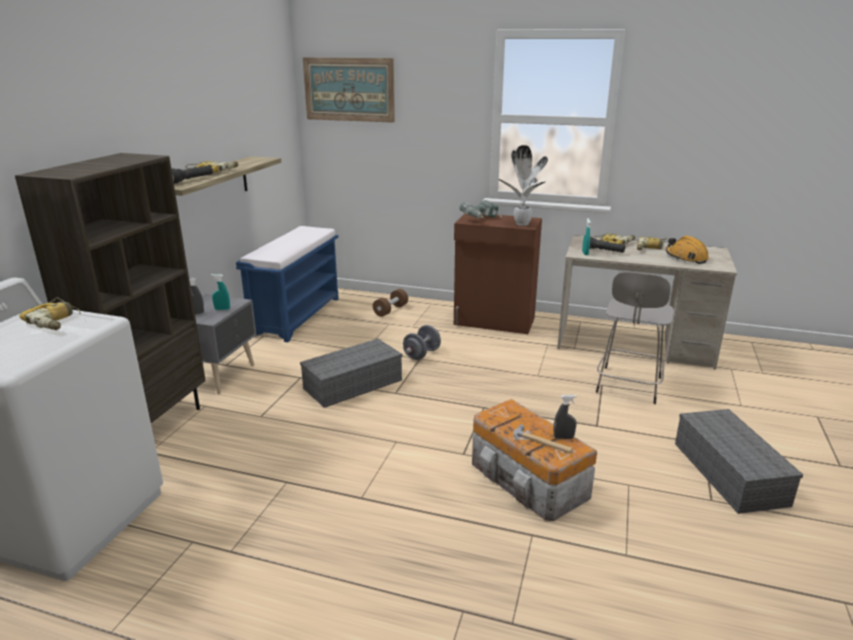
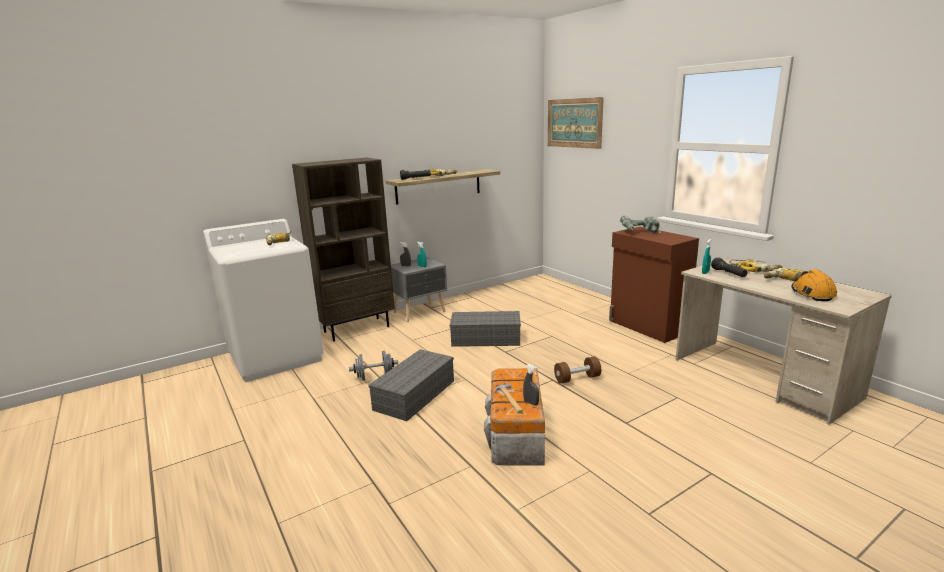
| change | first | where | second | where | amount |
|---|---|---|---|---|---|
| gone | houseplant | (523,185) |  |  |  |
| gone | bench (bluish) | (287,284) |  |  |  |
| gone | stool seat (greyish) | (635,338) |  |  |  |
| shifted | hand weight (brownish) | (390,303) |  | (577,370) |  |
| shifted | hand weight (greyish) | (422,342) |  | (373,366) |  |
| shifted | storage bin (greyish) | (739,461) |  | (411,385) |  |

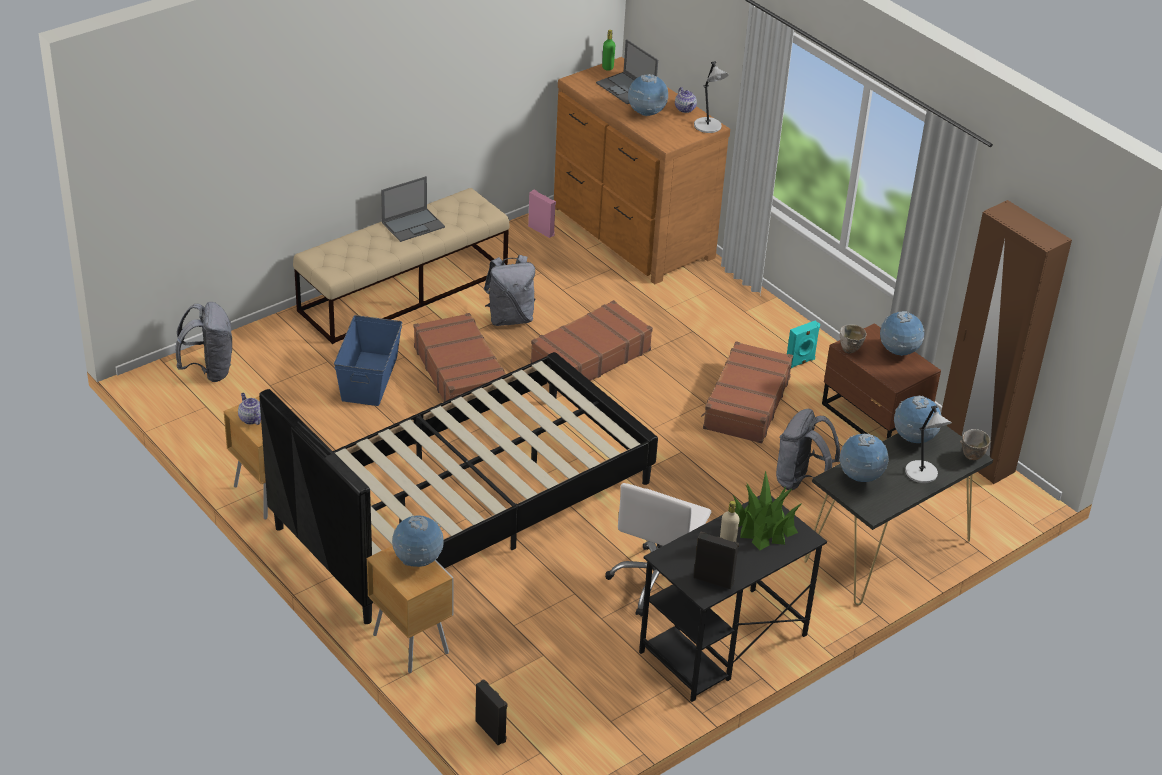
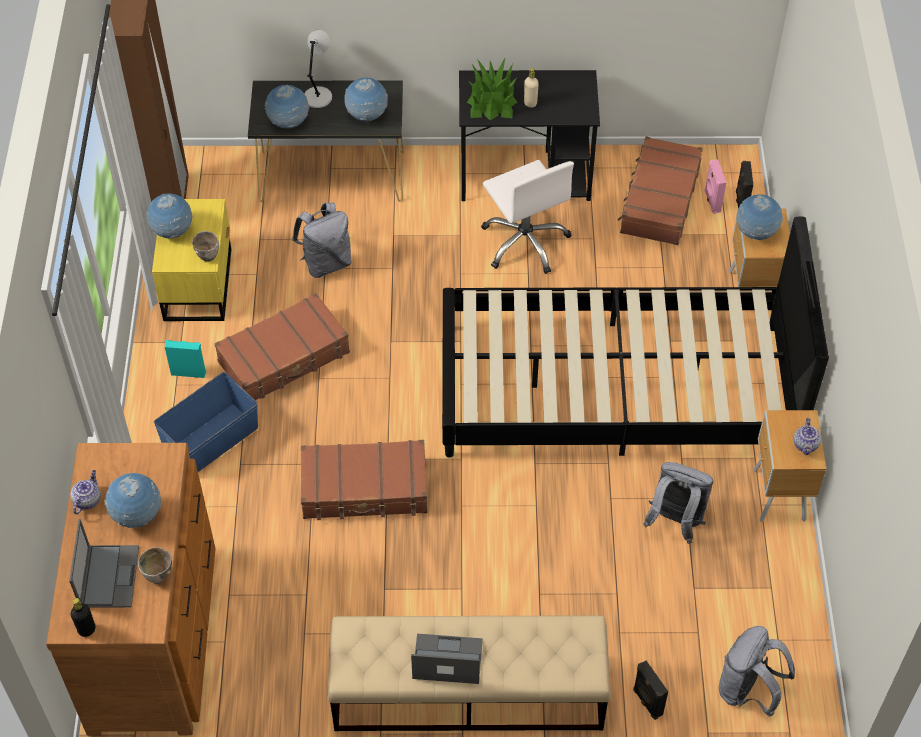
| change | first | where | second | where | amount |
|---|---|---|---|---|---|
| repainted | drink bottle (greenish) | (608,50) | drink bottle (blackish) | (83,617) |  |
| gone | tabletop lamp (greyish) | (711,97) |  |  |  |
| shifted | speaker (pinkish) | (542,214) |  | (715,187) |  |
| shifted | knapsack (greyish) | (509,290) |  | (678,503) |  |
| shifted | suitcase (brownish) | (460,357) |  | (660,190) |  |
| shifted | storage bin (bluish) | (368,360) |  | (206,422) |  |
| repainted | bedside table (brownish) | (881,381) | bedside table (yellow) | (191,260) |  |
| shifted | serving bowl | (975,444) |  | (155,565) |  |
| rotated | computer chair (white-coloured) | (658,550) |  | (527,217) | 90 degrees clockwise |
| shifted | speaker (blackish) | (716,560) |  | (650,690) |  |

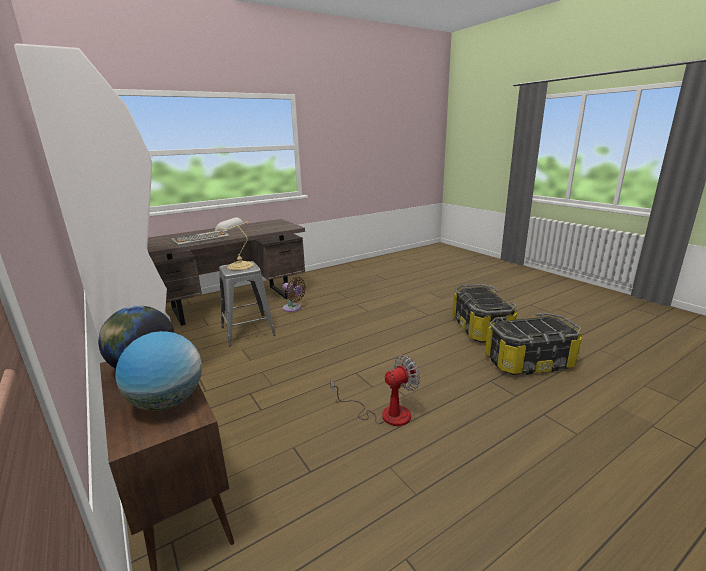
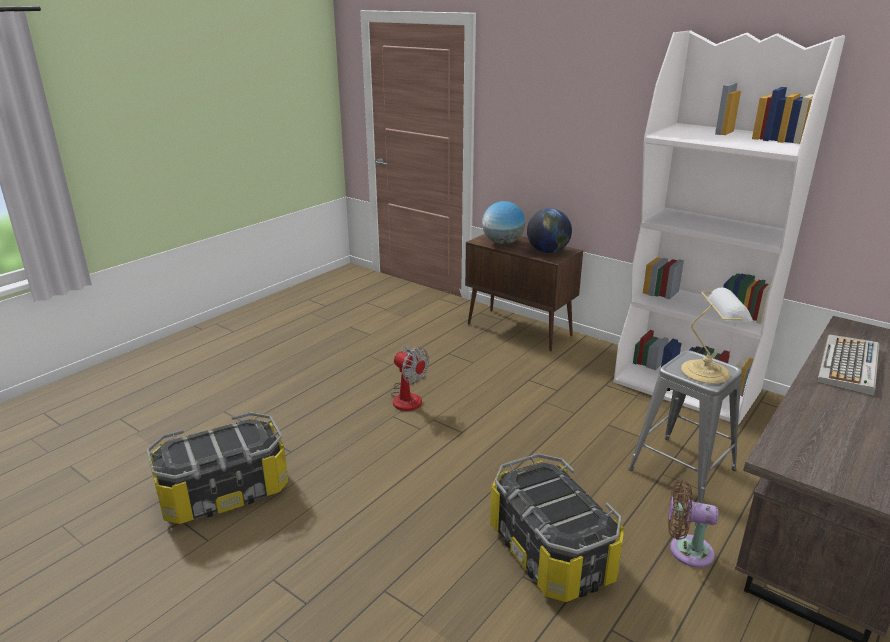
| change | first | where | second | where | amount |
|---|---|---|---|---|---|
| shifted | storage bin | (485,313) |  | (557,528) |  |
| rotated | electric fan | (375,390) |  | (410,377) | 90 degrees counterclockwise |

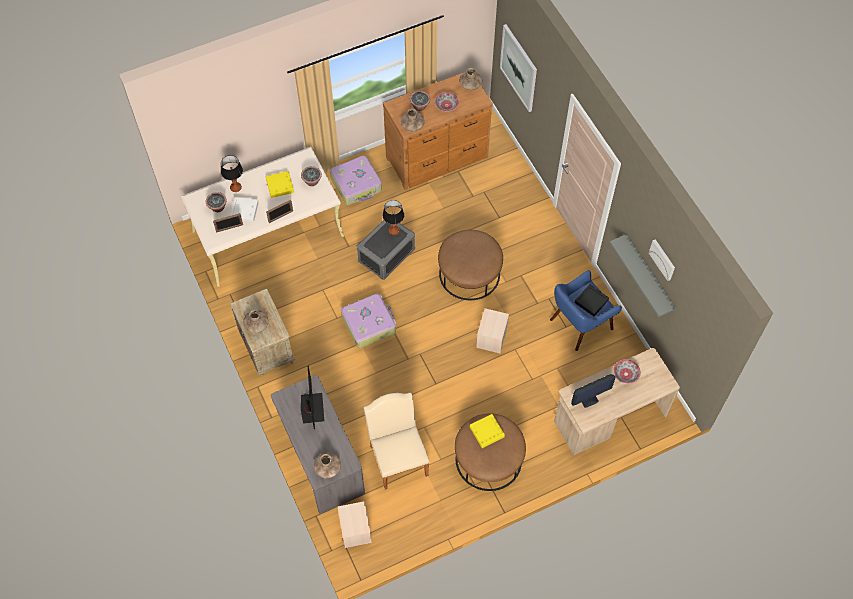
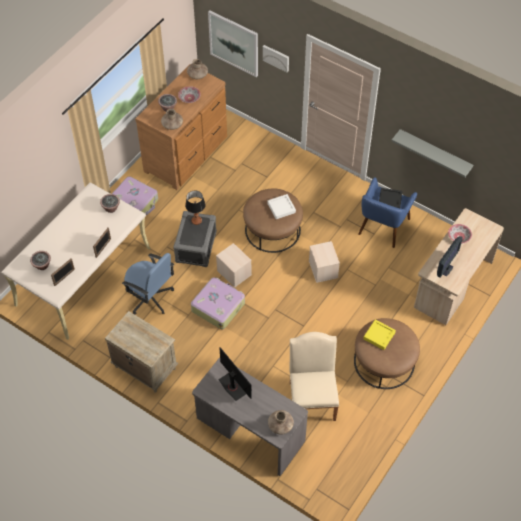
| change | first | where | second | where | amount |
|---|---|---|---|---|---|
| gone | tabletop lamp | (232,173) |  |  |  |
| gone | serving tray (yellow) | (280,184) |  |  |  |
| shifted | serving tray (white-coloured) | (244,209) |  | (281,206) |  |
| shifted | wall art | (662,260) |  | (276,58) |  |
| gone | vase (brownish) | (256,321) |  |  |  |
| rotated | plain chair (beige-coloured) | (397,441) |  | (314,376) | 45 degrees clockwise |
| shifted | storage bin (beige-coloured) | (355,524) |  | (234,265) |  |
| new |  |  | computer chair (bluish) | (148,284) |  |

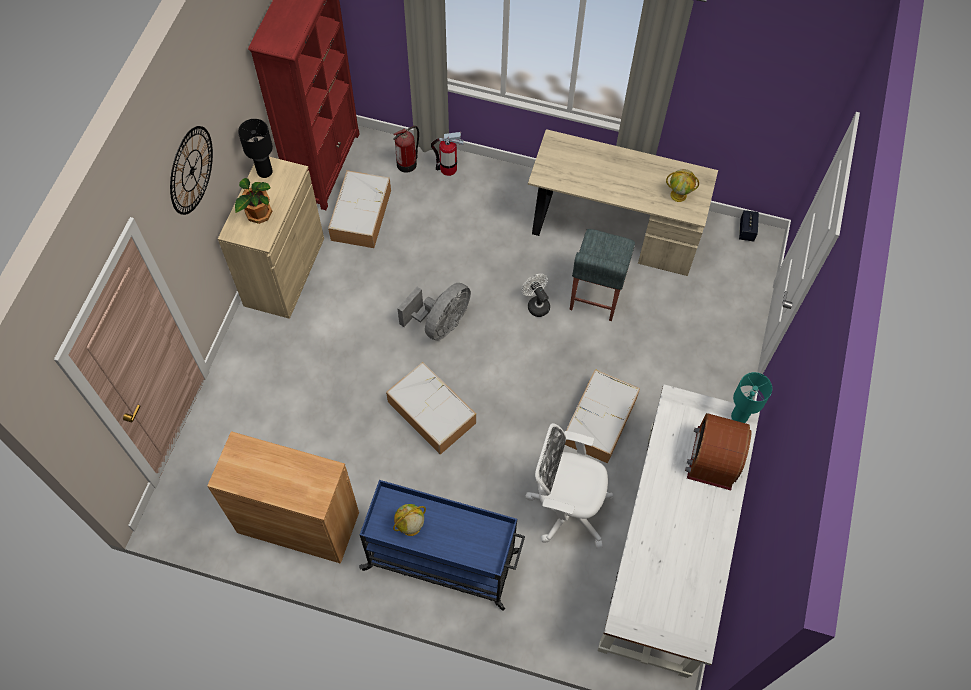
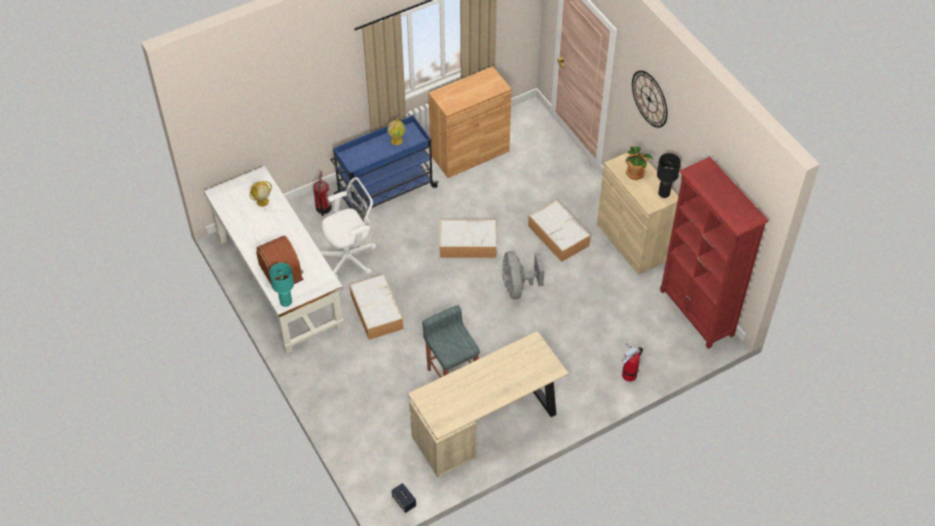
| change | first | where | second | where | amount |
|---|---|---|---|---|---|
| shifted | fire extinguisher | (406,149) |  | (322,193) |  |
| shifted | world globe | (682,185) |  | (260,194) |  |
| shifted | storage bin | (359,209) |  | (559,231) |  |
| gone | electric fan (white-coloured) | (535,295) |  |  |  |

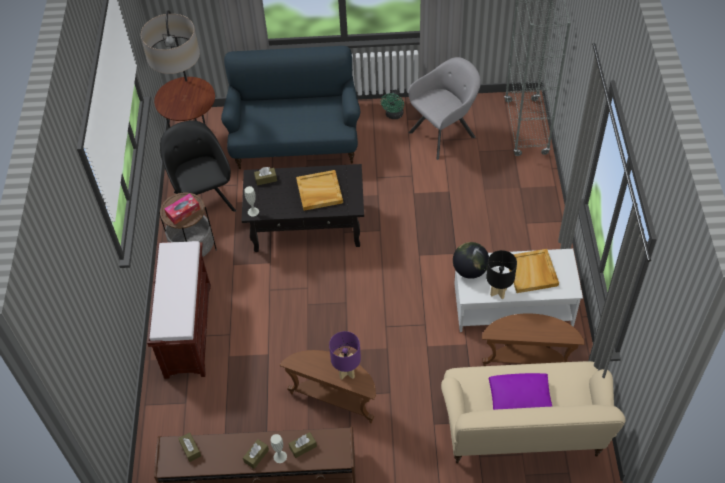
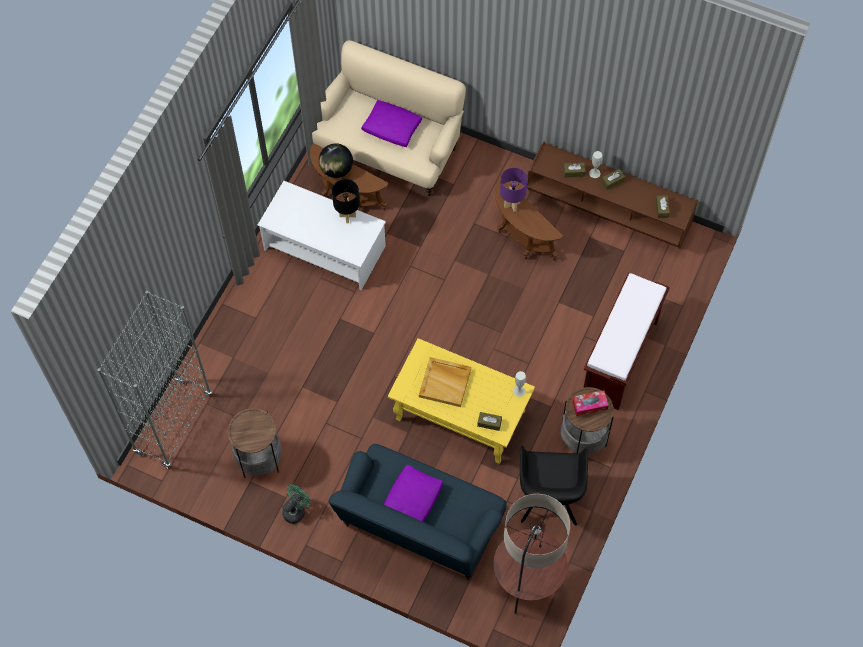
| change | first | where | second | where | amount |
|---|---|---|---|---|---|
| swapped | easy chair (greyish) | (444,108) | accent table | (255,443) |  |
| repainted | low table (blackish) | (303,208) | low table (yellow) | (461,401) |  |
| shifted | world globe | (471,260) |  | (336,160) |  |
| gone | serving tray (beige-coloured) | (534,271) |  |  |  |
| new |  |  | throw pillow (purple-coloured) | (413,493) |  |

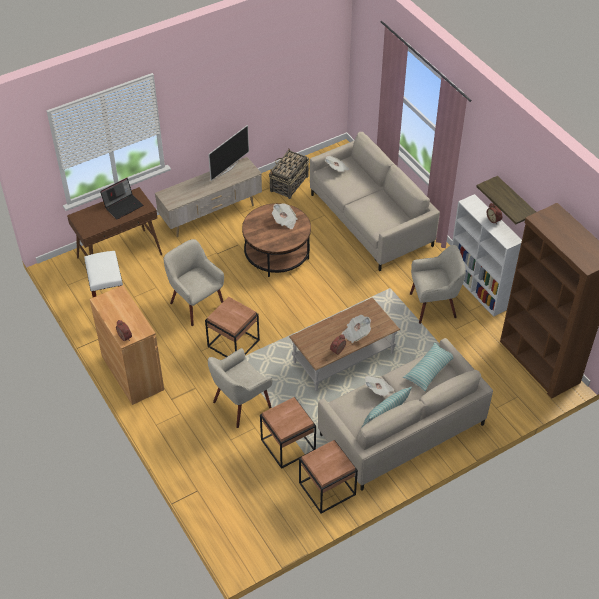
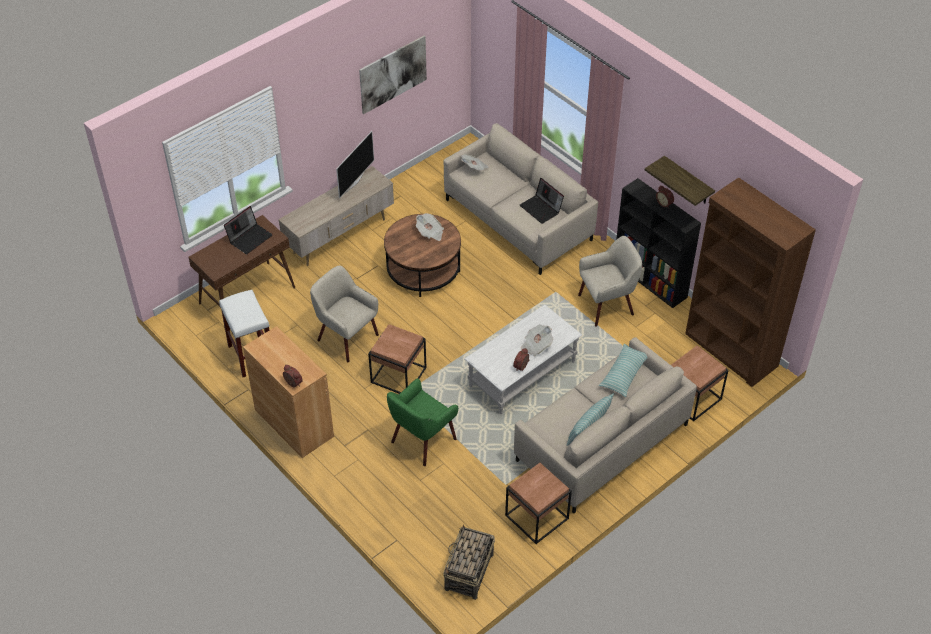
| change | first | where | second | where | amount |
|---|---|---|---|---|---|
| shifted | storage basket | (289,174) |  | (469,562) |  |
| repainted | bookshelf (white-coloured) | (487,255) | bookshelf (blackish) | (658,243) |  |
| repainted | low table (brownish) | (344,344) | low table (white-coloured) | (523,359) |  |
| repainted | easy chair (beige-coloured) | (240,388) | easy chair (greenish) | (422,422) |  |
| gone | daily paper | (379,386) |  |  |  |
| shifted | accent table (brownish) | (288,433) |  | (700,383) |  |
| new |  |  | wall art | (393,74) |  |
| new |  |  | laptop | (542,201) |  |

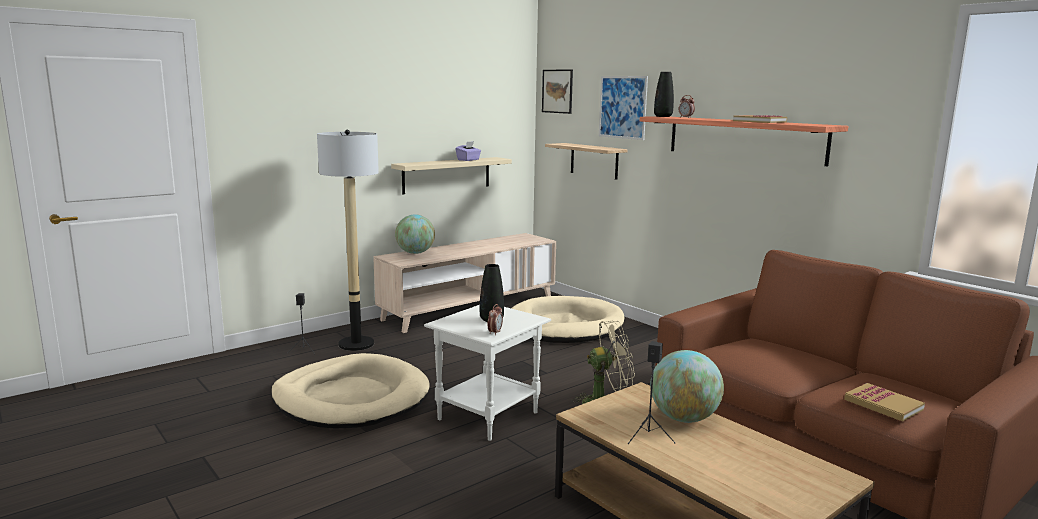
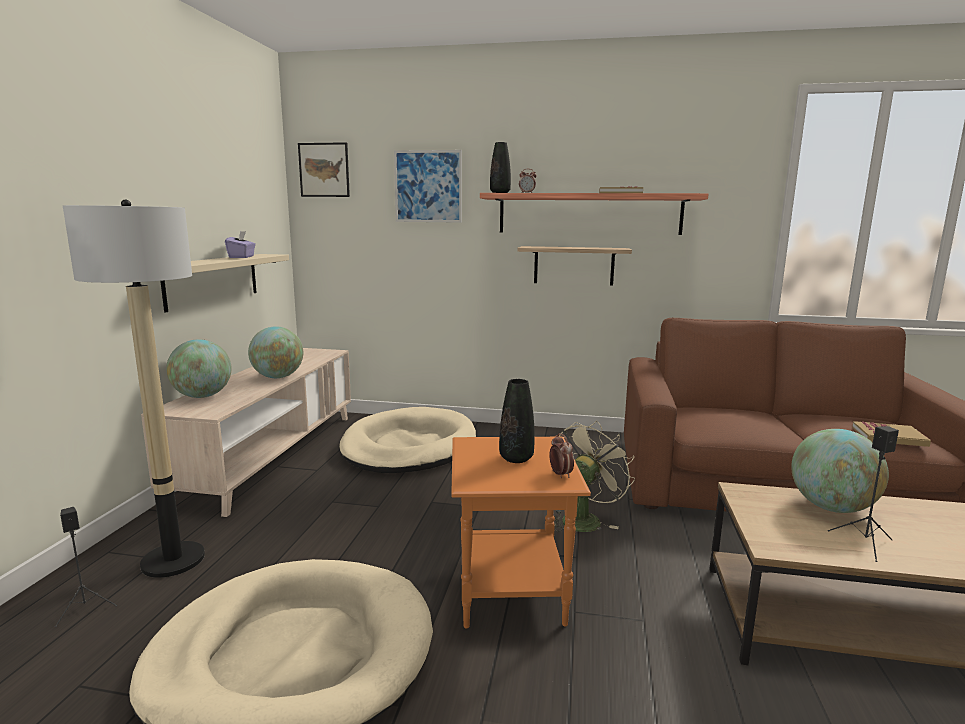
| change | first | where | second | where | amount |
|---|---|---|---|---|---|
| shifted | shelf | (586,161) |  | (574,265) |  |
| repainted | accent table (white-coloured) | (487,373) | accent table (orange-coloured) | (521,533) |  |
| new |  |  | world globe | (275,352) |  |

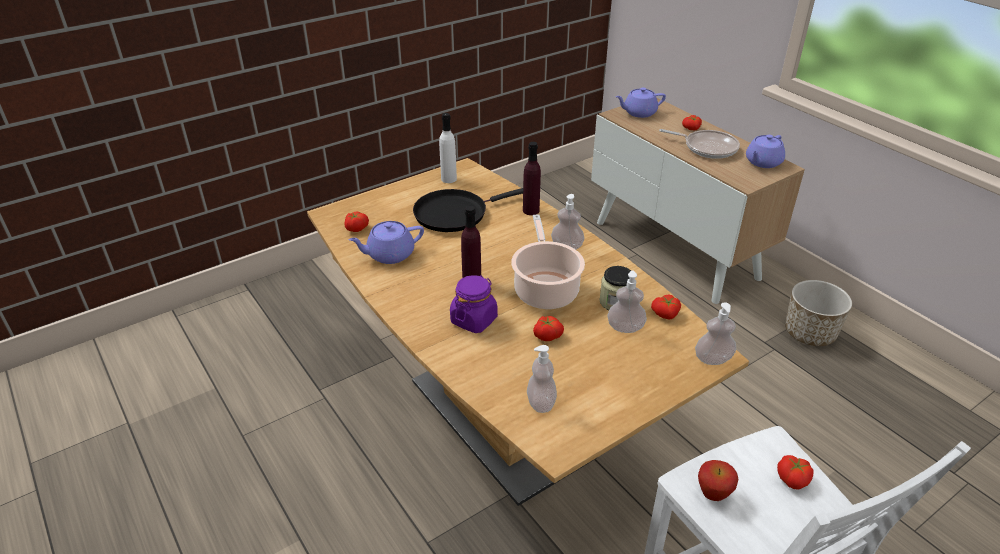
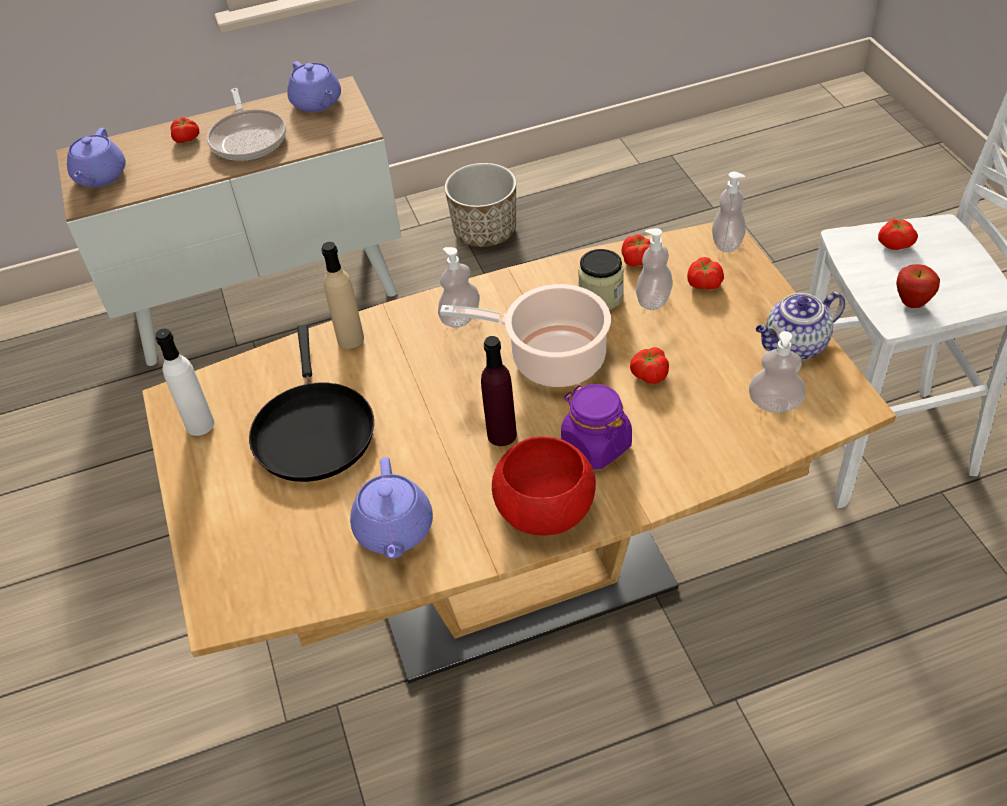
| change | first | where | second | where | amount |
|---|---|---|---|---|---|
| rotated | skillet | (699,144) |  | (246,124) | 120 degrees clockwise |
| repainted | drink bottle (purple-coloured) | (532,178) | drink bottle (beige-coloured) | (342,295) |  |
| shifted | whole tomato | (356,222) |  | (705,273) |  |
| new |  |  | pot for tea | (800,326) |  |
| new |  |  | serving bowl (reddish) | (544,486) |  |

